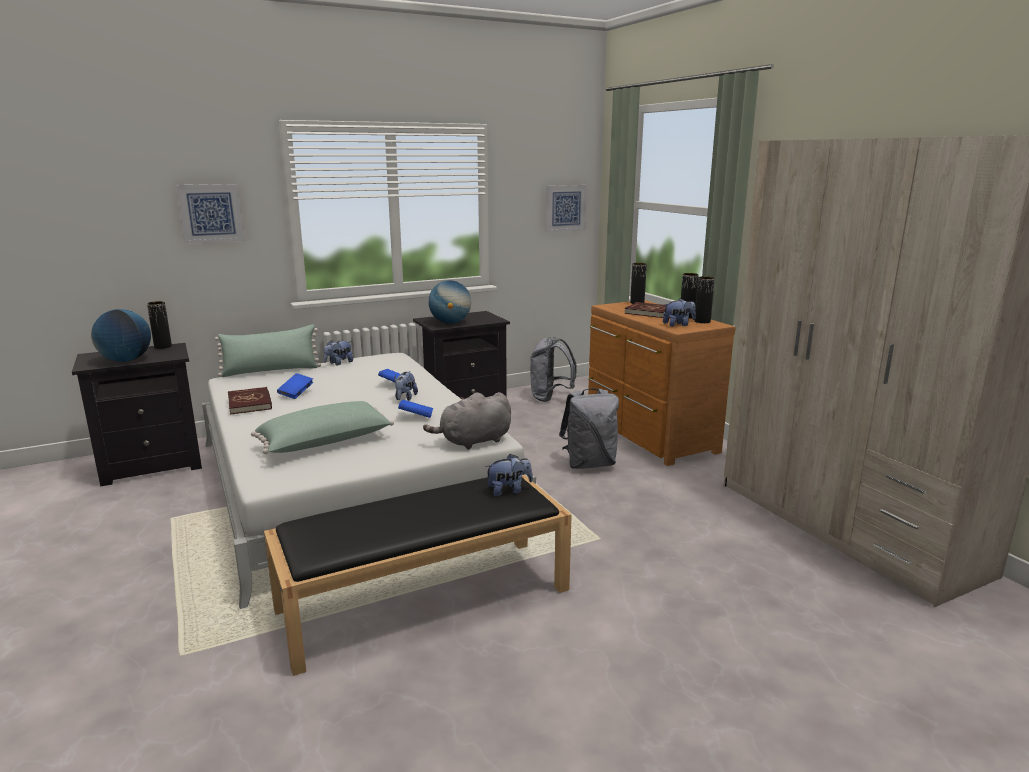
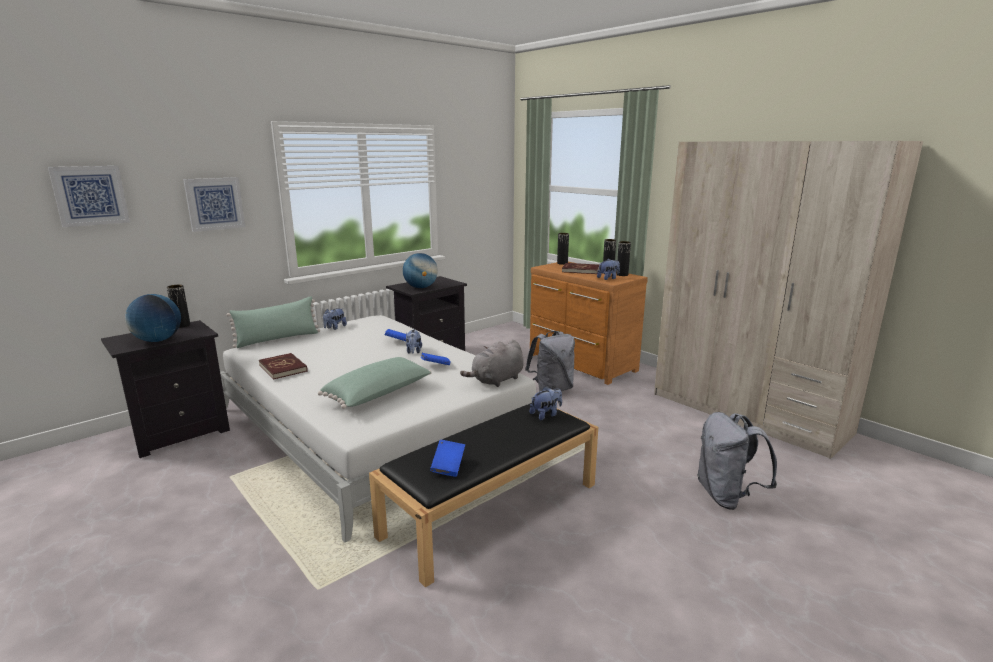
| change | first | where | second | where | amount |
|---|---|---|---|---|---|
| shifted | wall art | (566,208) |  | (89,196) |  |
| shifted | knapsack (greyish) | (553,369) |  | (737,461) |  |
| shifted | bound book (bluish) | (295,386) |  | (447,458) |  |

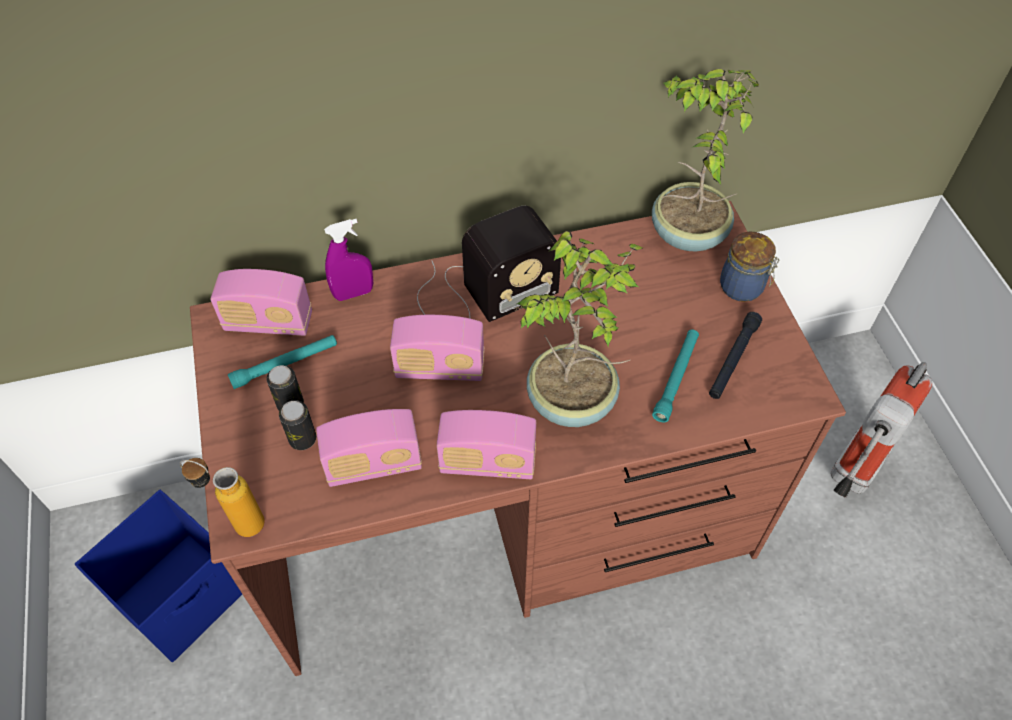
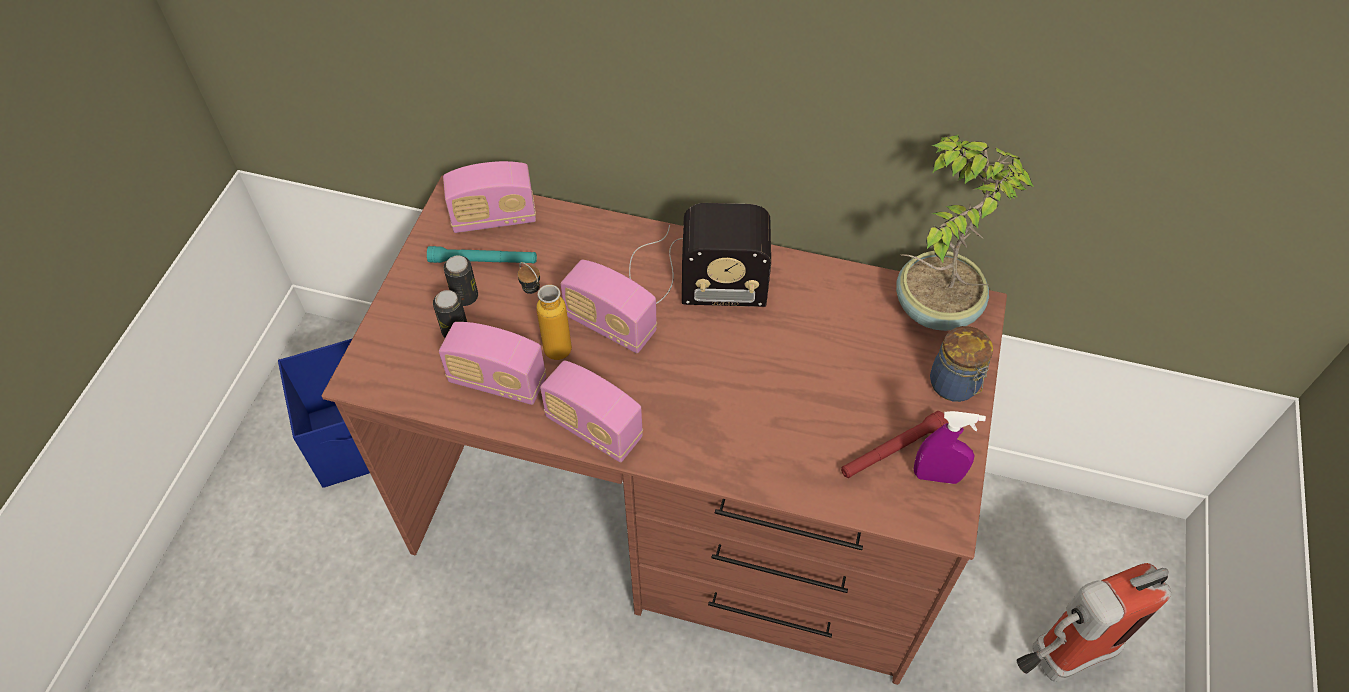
| change | first | where | second | where | amount |
|---|---|---|---|---|---|
| shifted | sprayer (purple-coloured) | (348,260) |  | (950,447) |  |
| gone | houseplant | (580,329) |  |  |  |
| rotated | radio | (261,302) |  | (489,197) | 45 degrees counterclockwise |
| repainted | torch (blackish) | (735,355) | torch (reddish) | (894,444) |  |
| gone | torch (turquoise-coloured) | (675,376) |  |  |  |
| shifted | drink bottle | (222,497) |  | (545,311) |  |

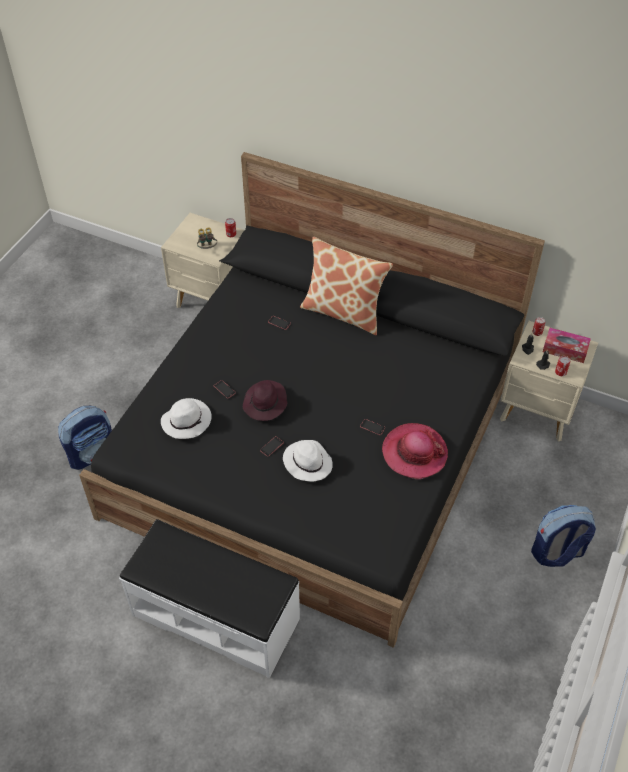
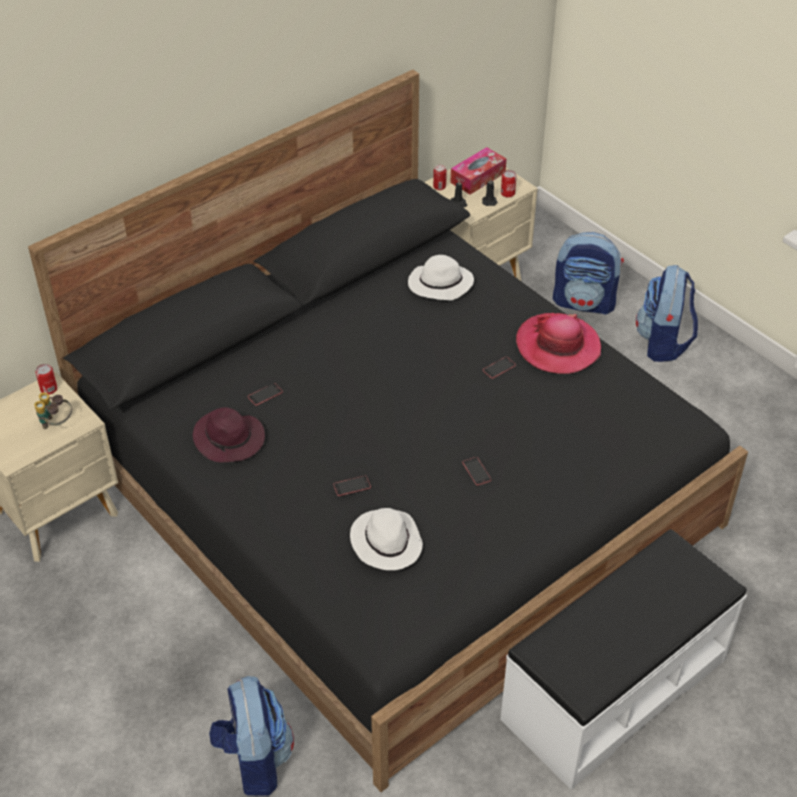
| change | first | where | second | where | amount |
|---|---|---|---|---|---|
| gone | throw pillow | (346,286) |  |  |  |
| shifted | hat (purple-coloured) | (265,400) |  | (229,434) |  |
| shifted | hat (white-coloured) | (308,460) |  | (441,277) |  |
| new |  |  | knapsack | (588,273) |  |

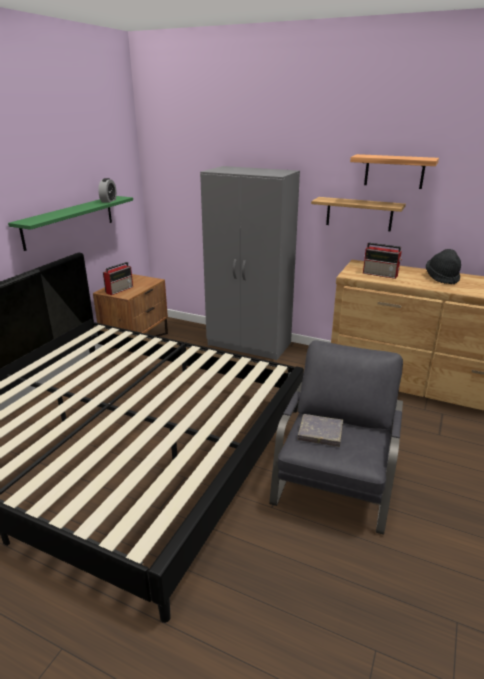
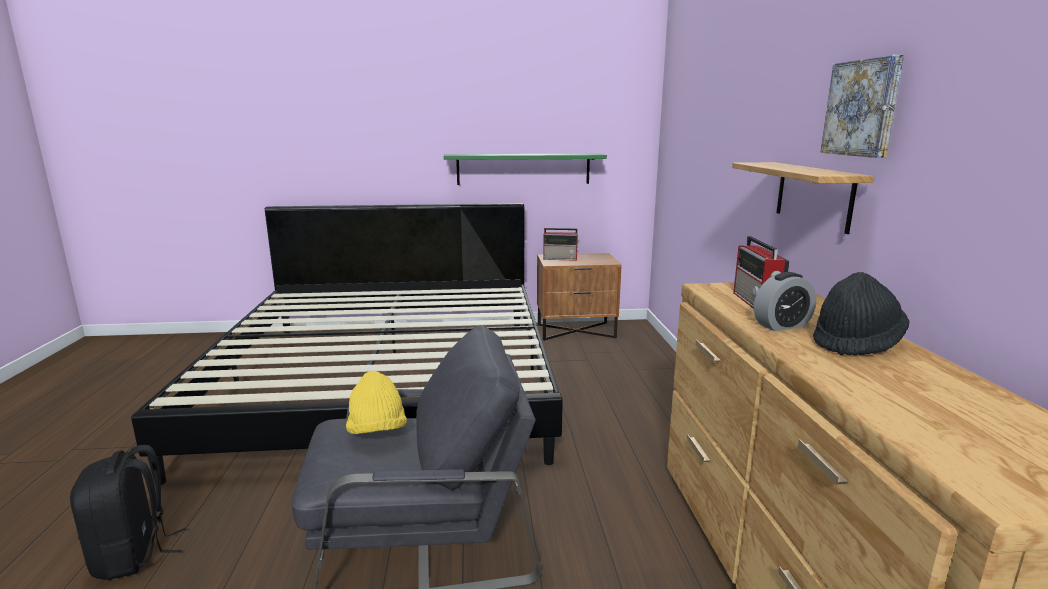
| change | first | where | second | where | amount |
|---|---|---|---|---|---|
| swapped | shelf | (394,171) | wall art | (862,106) |  |
| gone | armoire (greyish) | (250,263) |  |  |  |
| shifted | alarm clock | (107,190) |  | (785,301) |  |
| swapped | bound book (greyish) | (320,430) | hat (yellow) | (376,402) |  |
| new |  |  | knapsack (blackish) | (128,512) |  |

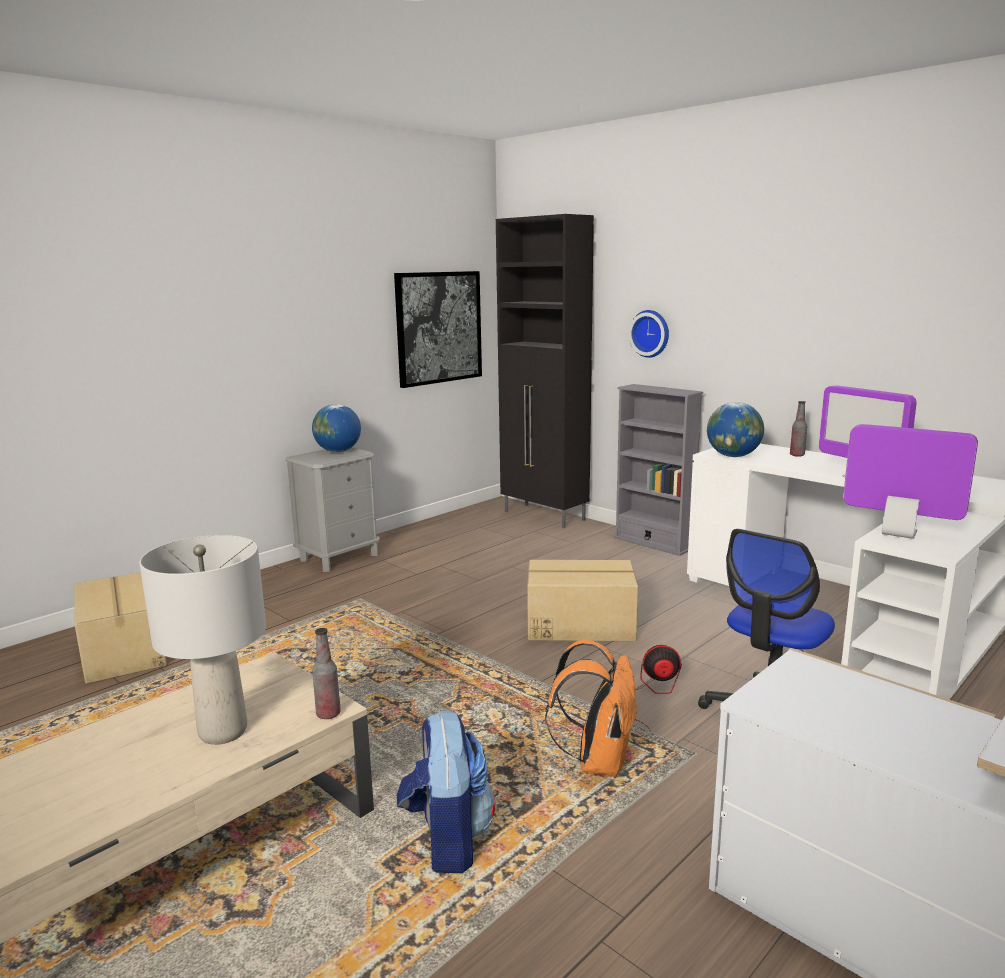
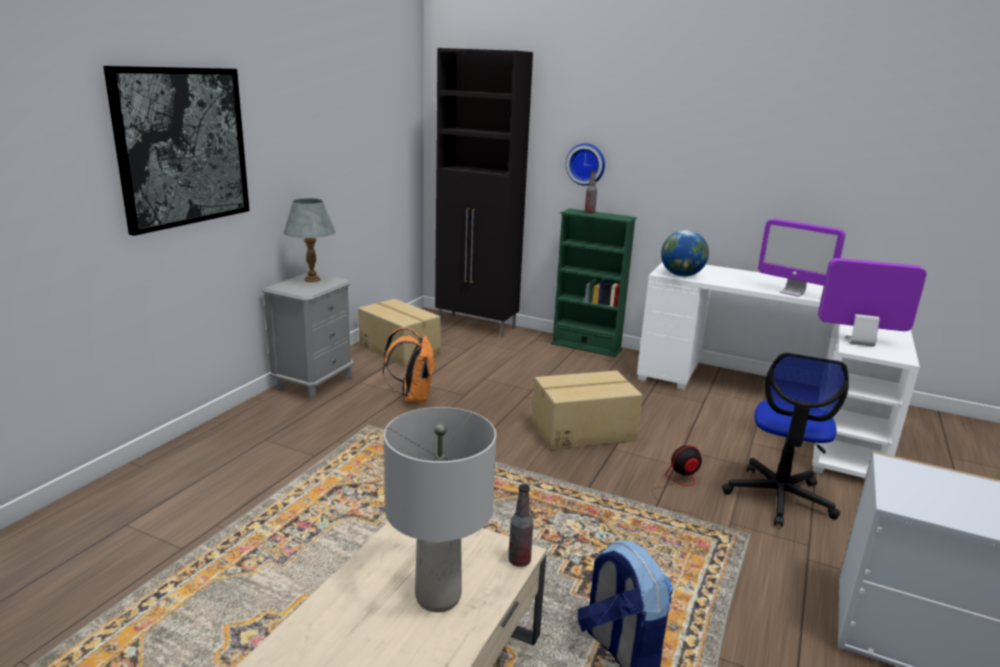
| change | first | where | second | where | amount |
|---|---|---|---|---|---|
| shifted | wall art | (438,329) |  | (176,151) |  |
| repainted | bookshelf (greyish) | (658,470) | bookshelf (greenish) | (594,283) |  |
| shifted | drink bottle | (798,429) |  | (591,191) |  |
| swapped | world globe | (336,428) | tabletop lamp (greyish) | (309,240) |  |
| shifted | packing box | (121,628) |  | (399,332) |  |
| shifted | knapsack (orange-coloured) | (591,708) |  | (409,365) |  |

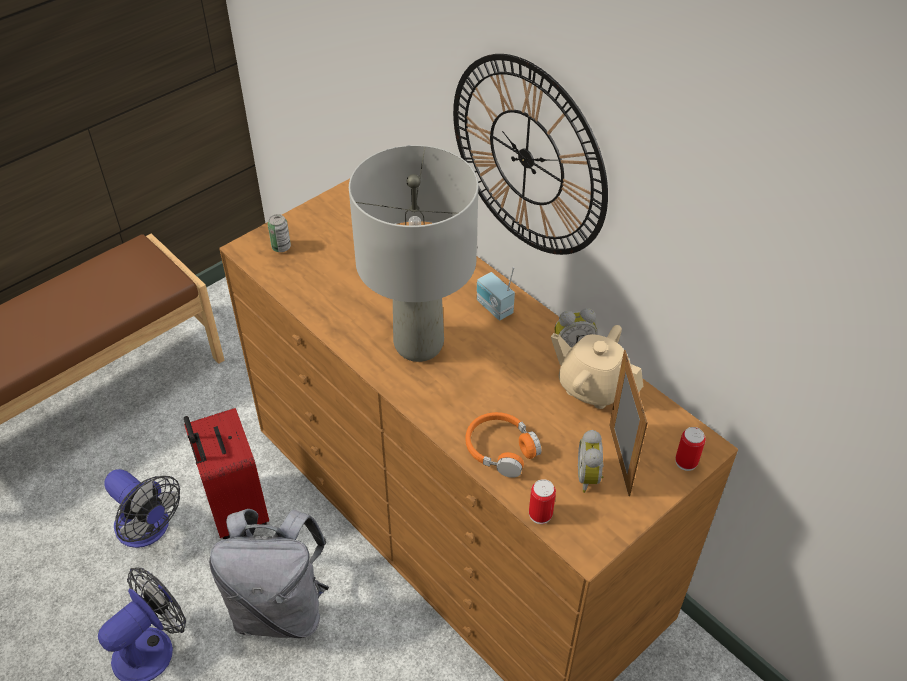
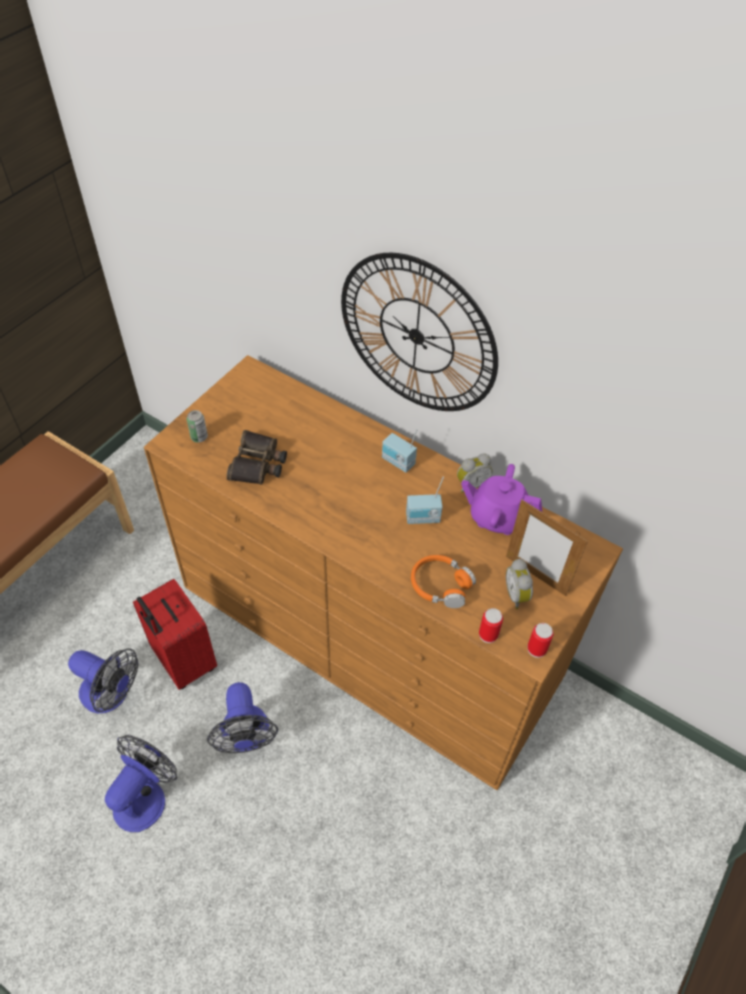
| change | first | where | second | where | amount |
|---|---|---|---|---|---|
| gone | tabletop lamp (greyish) | (414,253) |  |  |  |
| repainted | pot for tea (beige-coloured) | (597,367) | pot for tea (purple-coloured) | (501,499) |  |
| rotated | photo frame | (628,423) |  | (547,548) | 150 degrees clockwise |
| shifted | metal can | (690,449) |  | (540,640) |  |
| swapped | knapsack (greyish) | (269,573) | electric fan | (242,717) |  |
| new |  |  | field glasses | (256,457) |  |
| new |  |  | radio | (425,500) |  |

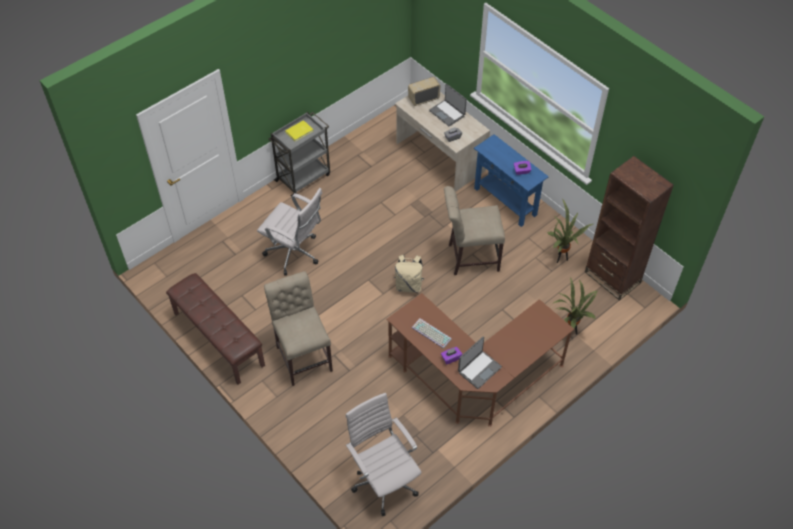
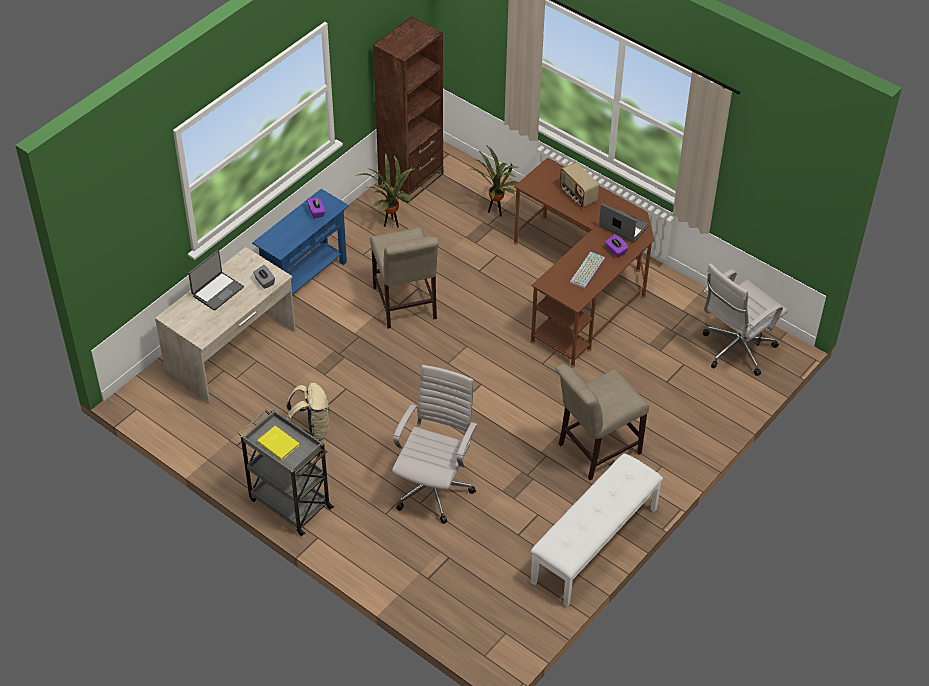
| change | first | where | second | where | amount |
|---|---|---|---|---|---|
| shifted | radio | (424,91) |  | (579,185) |  |
| shifted | knapsack (beige-coloured) | (409,274) |  | (307,412) |  |
| repainted | bench (brownish) | (215,329) | bench (white-coloured) | (597,530) |  |

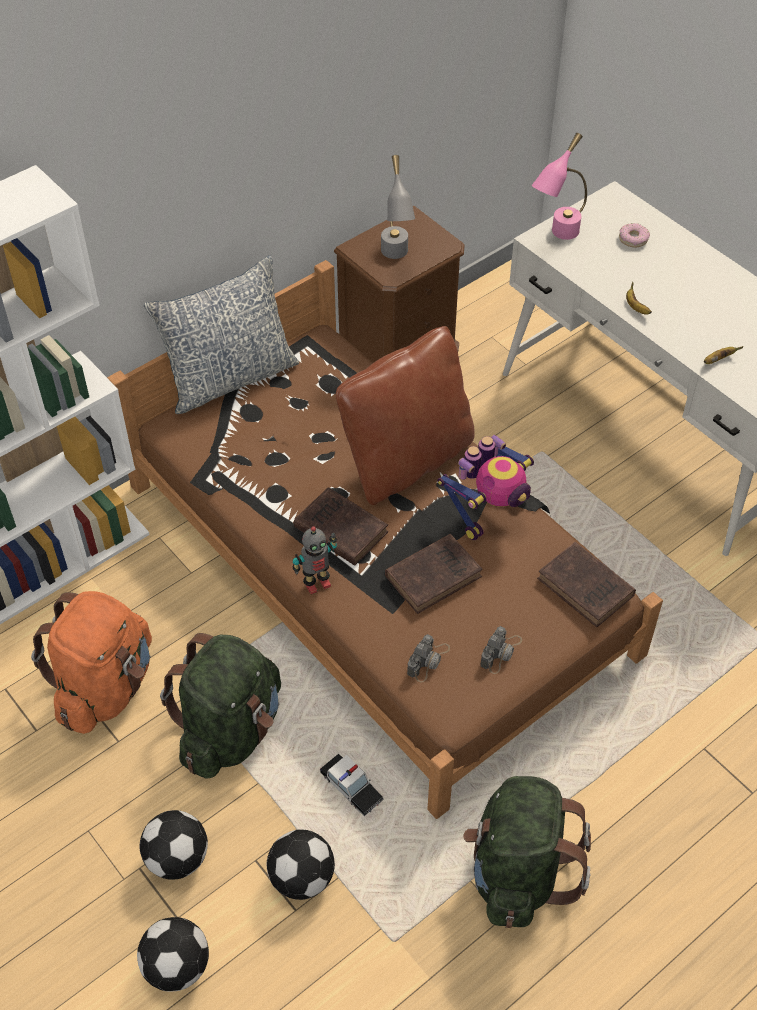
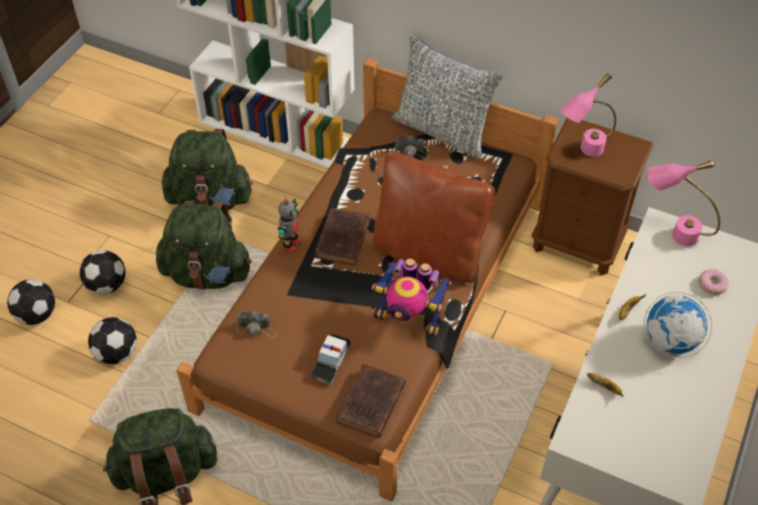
| change | first | where | second | where | amount |
|---|---|---|---|---|---|
| repainted | tabletop lamp (greyish) | (398,207) | tabletop lamp (pinkish) | (588,115) |  |
| rotated | toy robot | (314,560) |  | (289,225) | 105 degrees counterclockwise |
| gone | bound book (brownish) | (434,574) |  |  |  |
| repainted | knapsack (orange-coloured) | (91,662) | knapsack (greenish) | (207,169) |  |
| shifted | still camera | (501,650) |  | (412,147) |  |
| shifted | model car | (352,785) |  | (331,359) |  |
| new |  |  | world globe | (678,325) |  |

